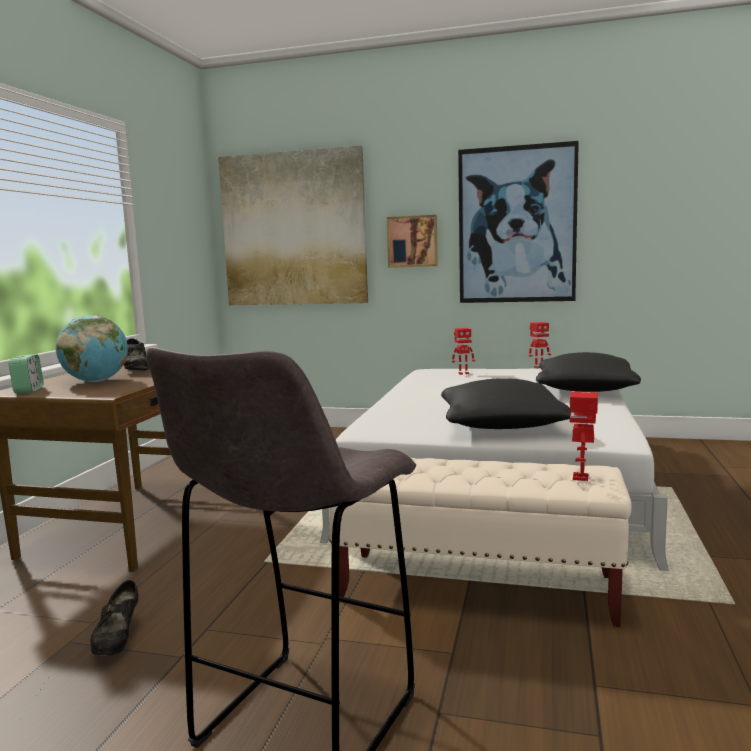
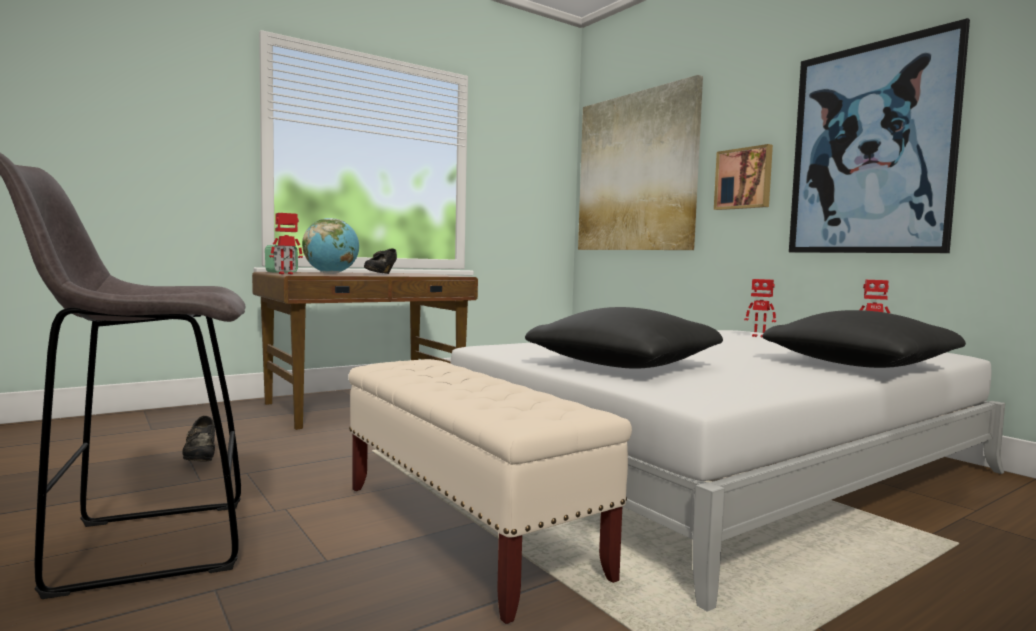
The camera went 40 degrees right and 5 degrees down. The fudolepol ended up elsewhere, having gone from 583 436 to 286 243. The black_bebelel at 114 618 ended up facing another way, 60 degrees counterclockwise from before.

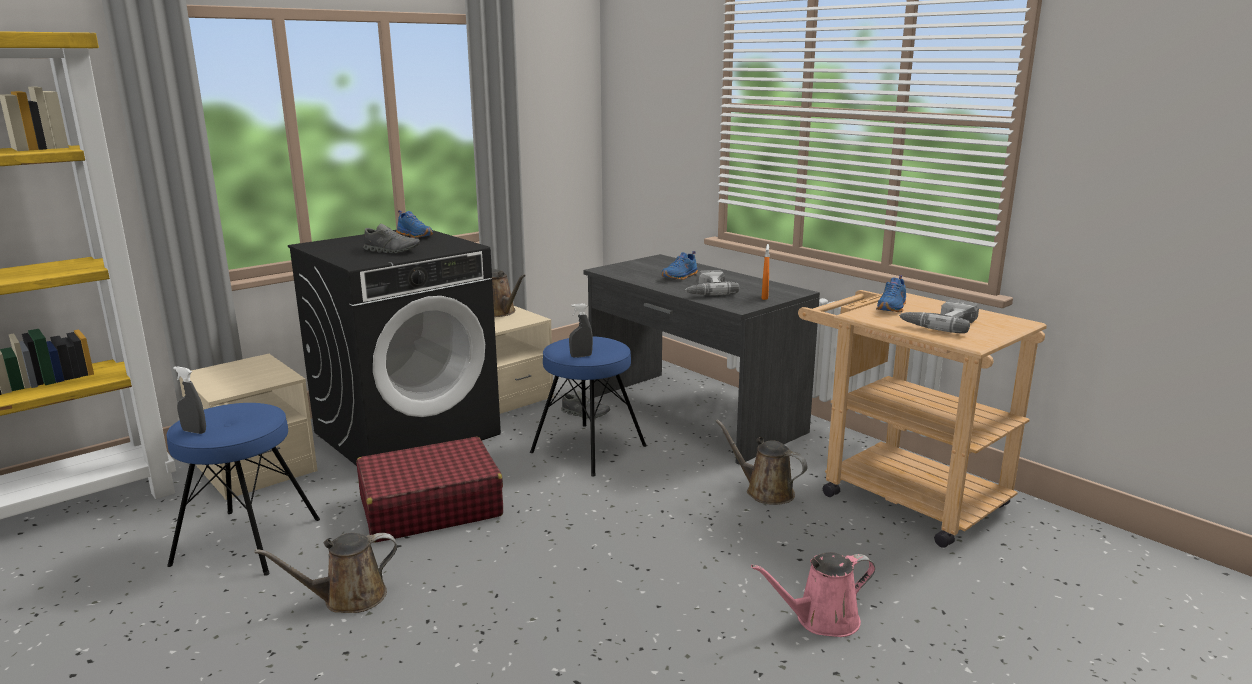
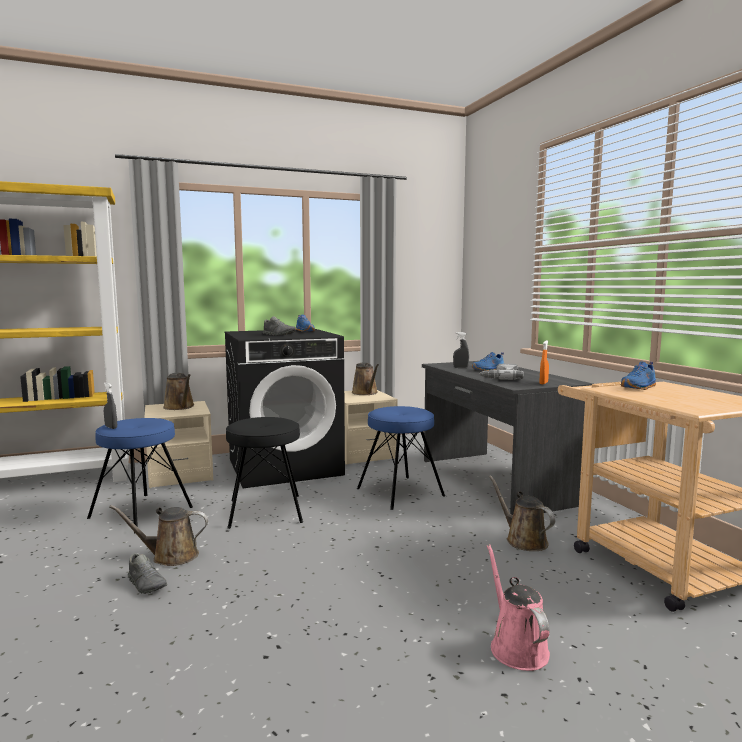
The camera went 20 degrees right and 10 degrees down. The second view lost the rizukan at 939 316. The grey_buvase ended up elsewhere, having gone from 581 330 to 461 350. The grey_bebelel ended up elsewhere, having gone from 585 404 to 147 573. Where the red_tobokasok stood at 429 490, the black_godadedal came to stand at 264 473. The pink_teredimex at 813 594 ended up facing another way, 75 degrees clockwise from before. The second view gained the brown_teredimex at 178 391.

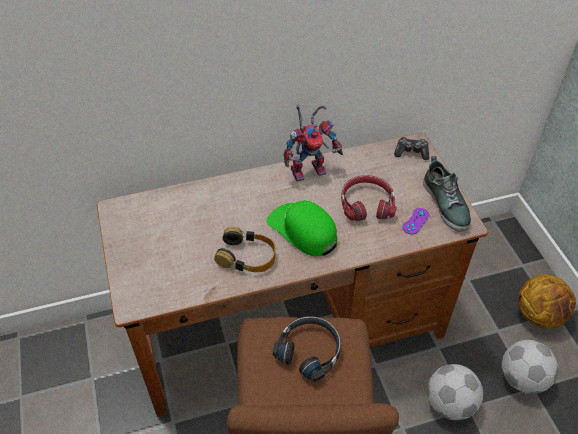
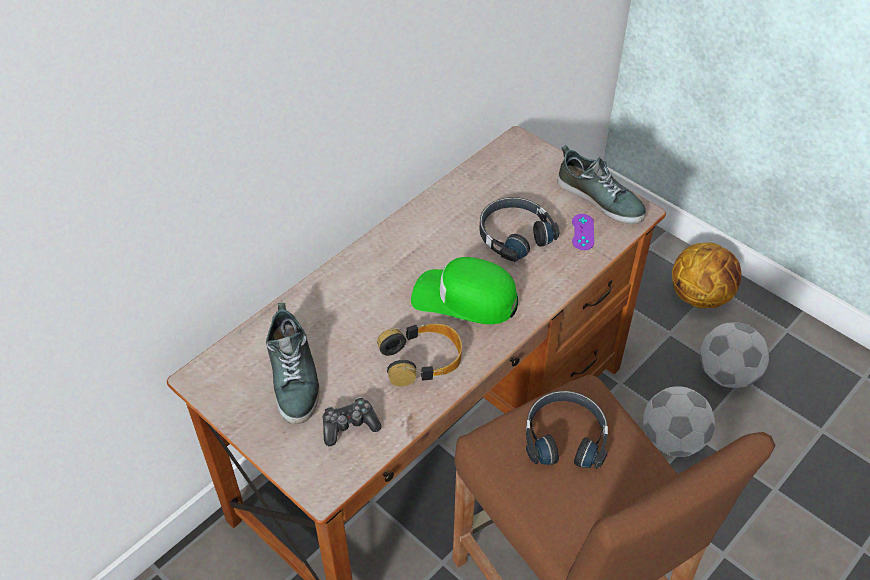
The camera went 30 degrees left and 0 degrees up. The second view lost the fudolepol at 313 143. The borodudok ended up elsewhere, having gone from 411 148 to 351 421. What was the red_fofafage at 369 198 turned into the black_fofafage at 519 229. The second view gained the bebelel at 293 363.

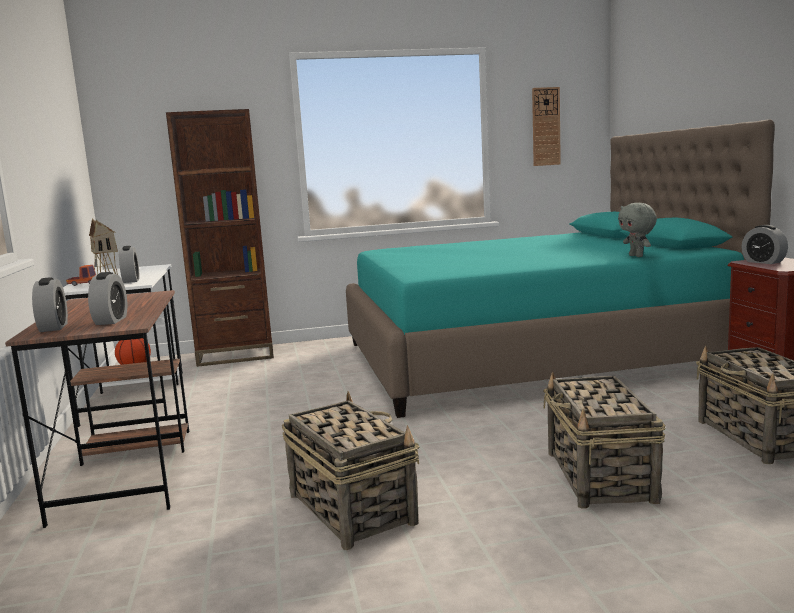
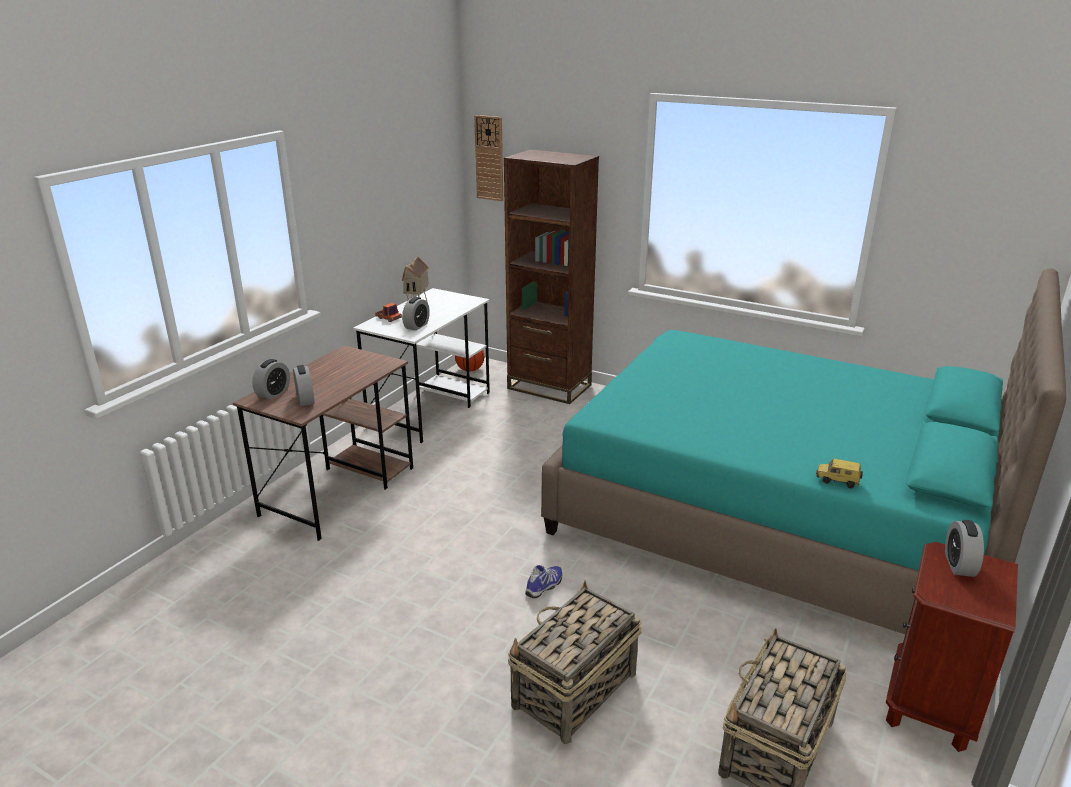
The camera went 40 degrees right and 15 degrees up. The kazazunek ended up elsewhere, having gone from 546 126 to 488 158. Where the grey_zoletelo stood at 637 230, the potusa came to stand at 839 473. The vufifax at 107 298 ended up facing another way, 60 degrees counterclockwise from before. The second view lost the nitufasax at 350 470. The second view gained the bebelel at 543 581.

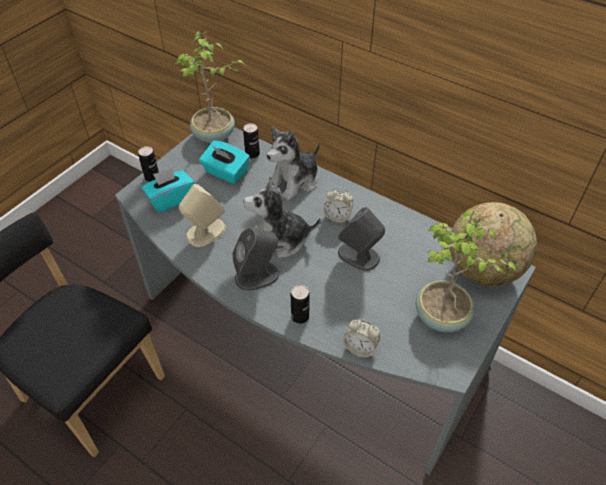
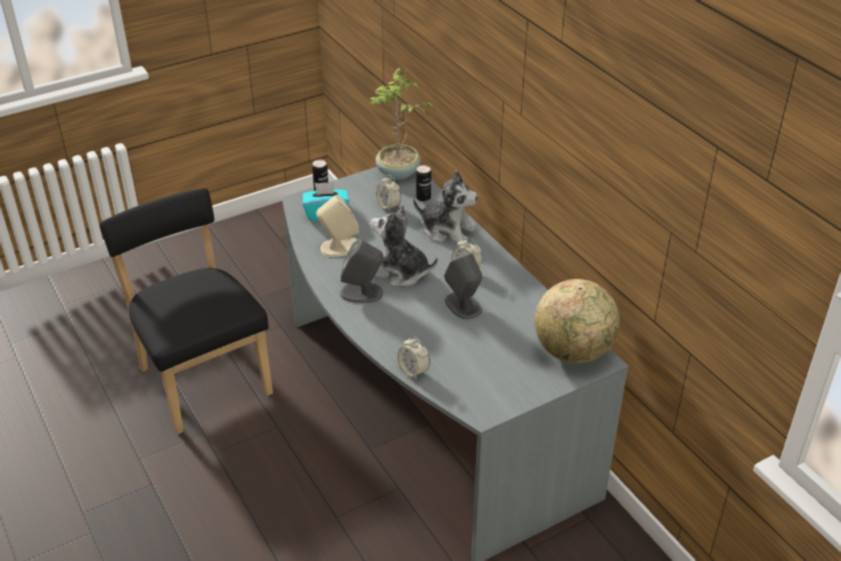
The camera went 25 degrees right and 10 degrees down. The zoletelo at 293 163 ended up facing another way, 135 degrees counterclockwise from before. Where the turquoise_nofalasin stood at 224 162, the vufifax came to stand at 388 193. The second view lost the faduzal at 466 271. The second view lost the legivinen at 300 304.

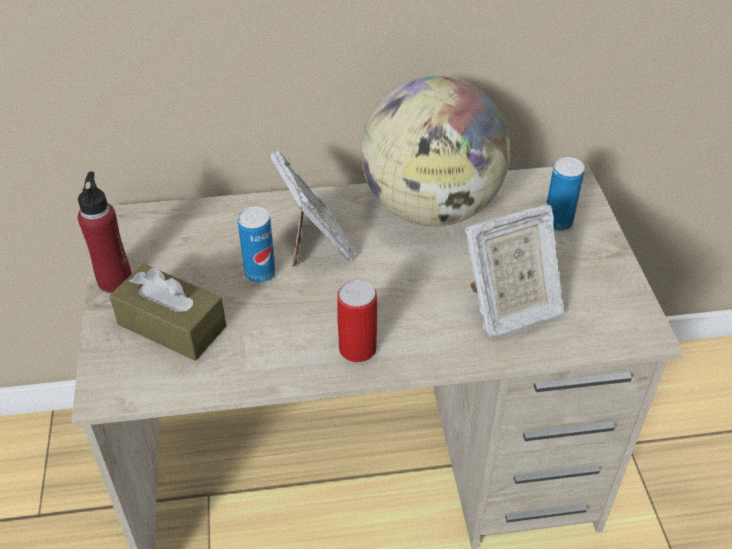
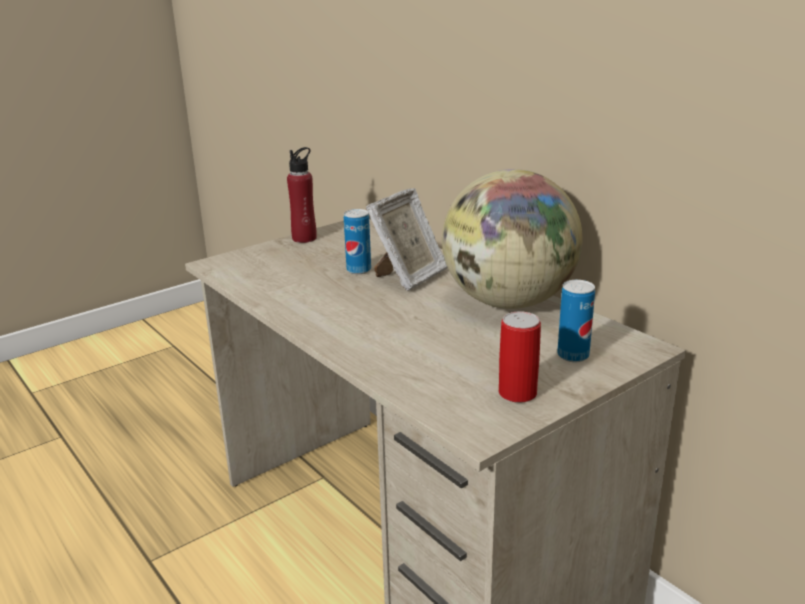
The camera went 60 degrees right and 20 degrees down. The second view lost the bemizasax at 515 270. The second view lost the brown_nofalasin at 167 312. The legivinen ended up elsewhere, having gone from 357 321 to 520 357.

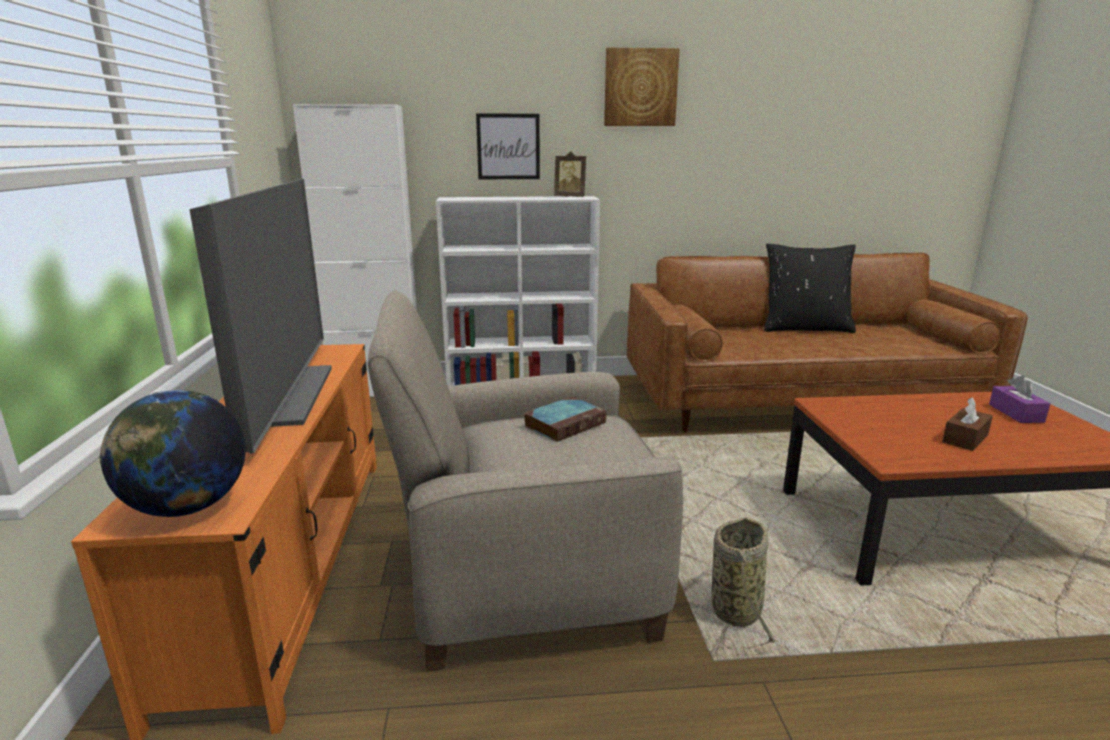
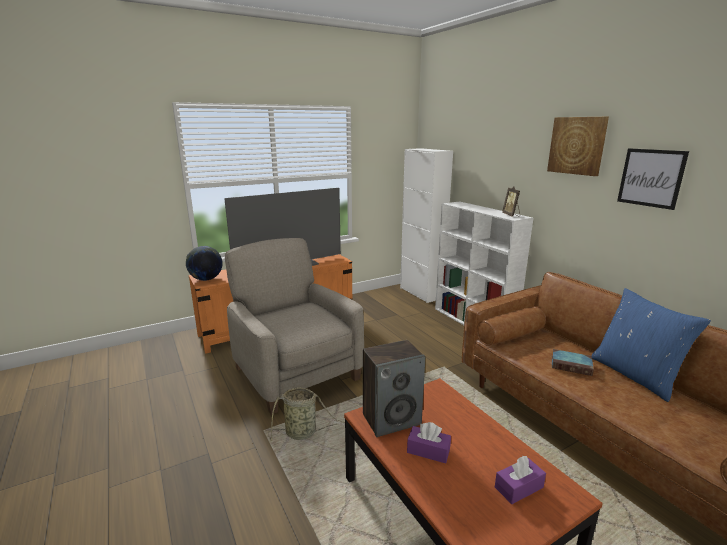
The camera went 65 degrees right and 0 degrees up. The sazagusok ended up elsewhere, having gone from 508 146 to 653 179. What was the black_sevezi at 810 288 turned into the blue_sevezi at 651 345. The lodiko ended up elsewhere, having gone from 565 419 to 573 362. What was the brown_nofalasin at 967 424 turned into the purple_nofalasin at 429 442. The second view gained the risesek at 394 388.

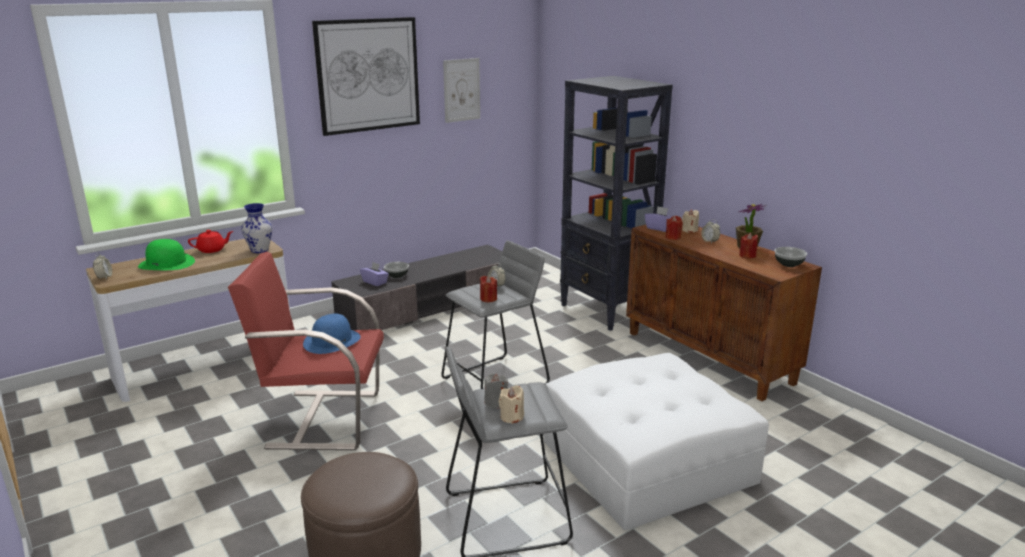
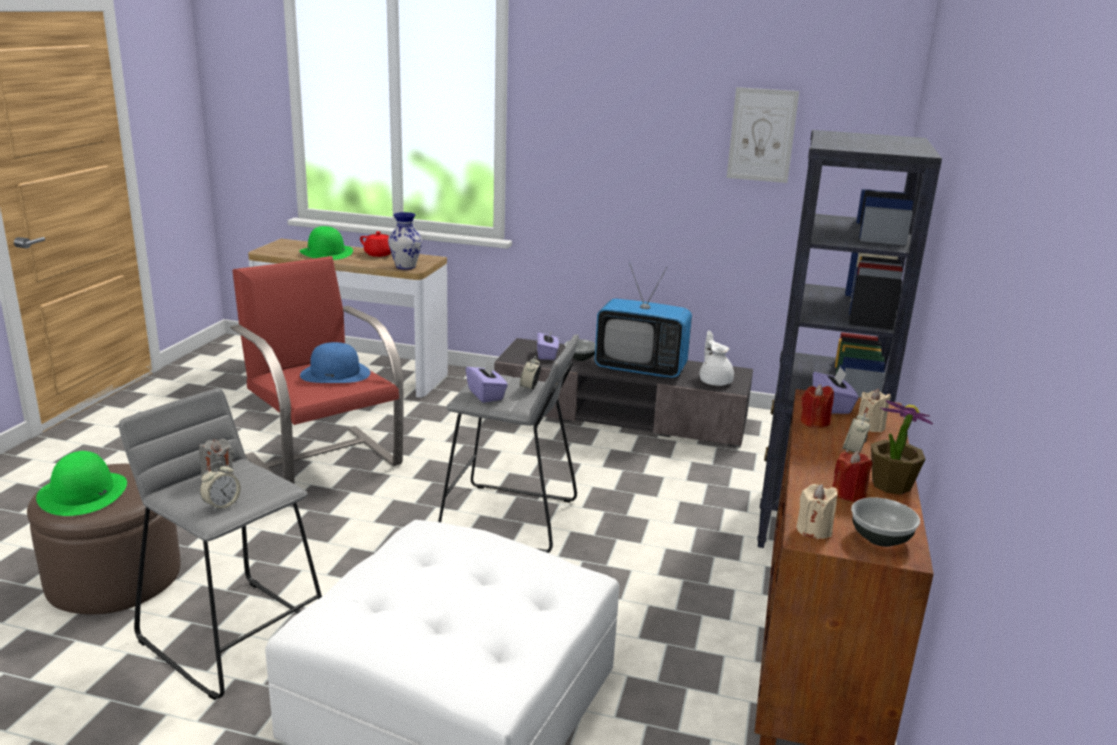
The camera went 50 degrees right and 0 degrees up. The second view lost the sazagusok at 366 76. The vufifax ended up elsewhere, having gone from 102 266 to 220 486. Where the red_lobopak stood at 488 289, the purple_nofalasin came to stand at 487 381. The beige_lobopak ended up elsewhere, having gone from 511 404 to 817 511. The second view gained the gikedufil at 643 320. The second view gained the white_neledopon at 717 358. The second view gained the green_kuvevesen at 81 483.

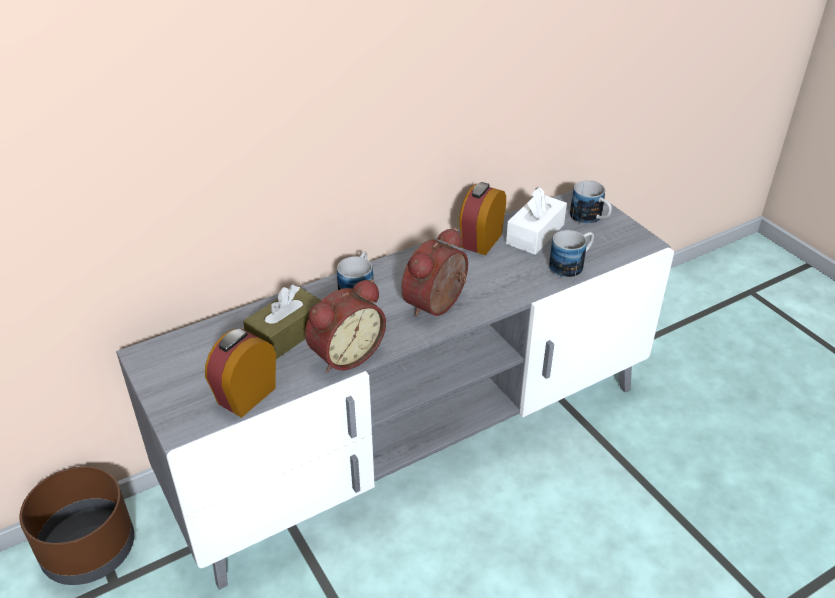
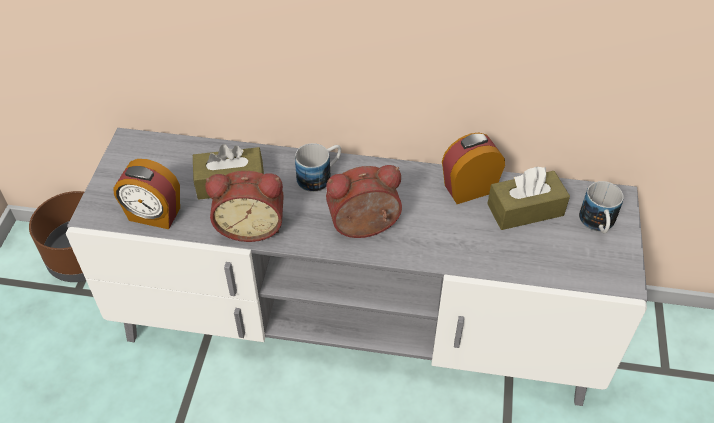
The camera went 40 degrees right and 10 degrees up. What was the white_nofalasin at 536 221 turned into the brown_nofalasin at 528 198. The second view lost the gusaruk at 571 254. The vufifax at 240 373 ended up facing another way, 150 degrees counterclockwise from before.

